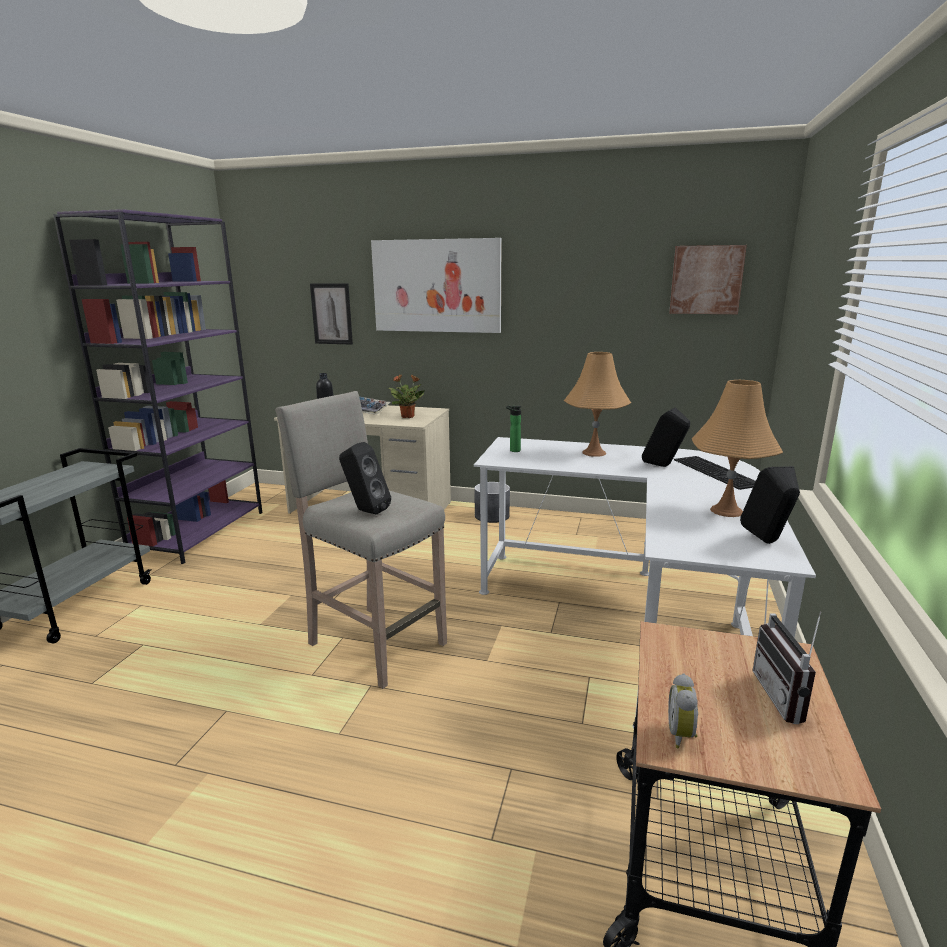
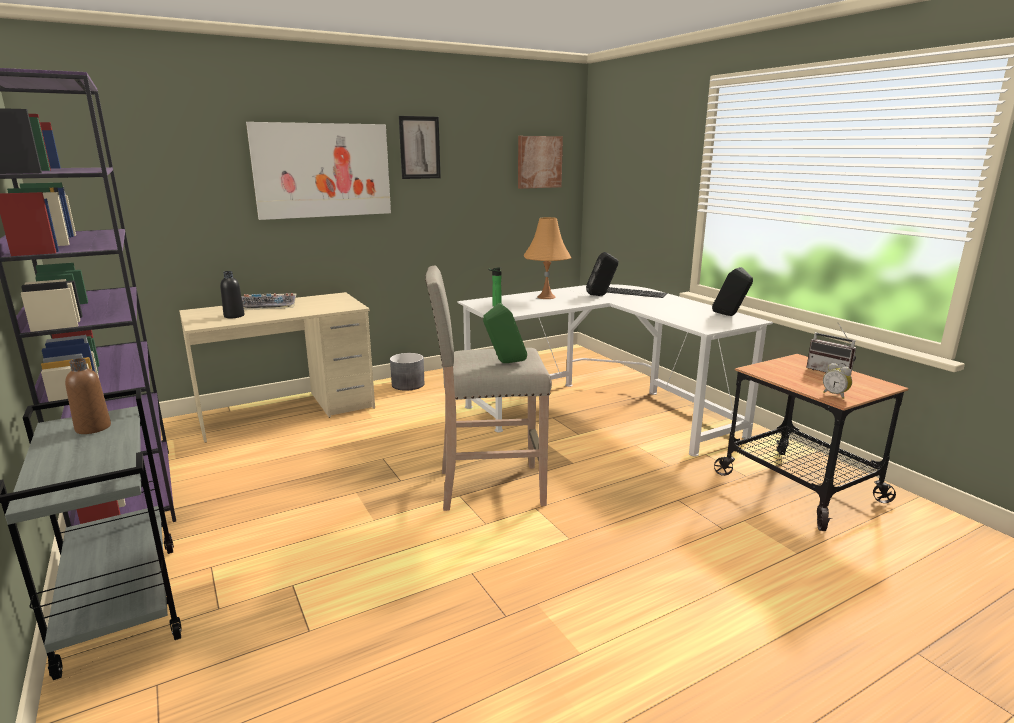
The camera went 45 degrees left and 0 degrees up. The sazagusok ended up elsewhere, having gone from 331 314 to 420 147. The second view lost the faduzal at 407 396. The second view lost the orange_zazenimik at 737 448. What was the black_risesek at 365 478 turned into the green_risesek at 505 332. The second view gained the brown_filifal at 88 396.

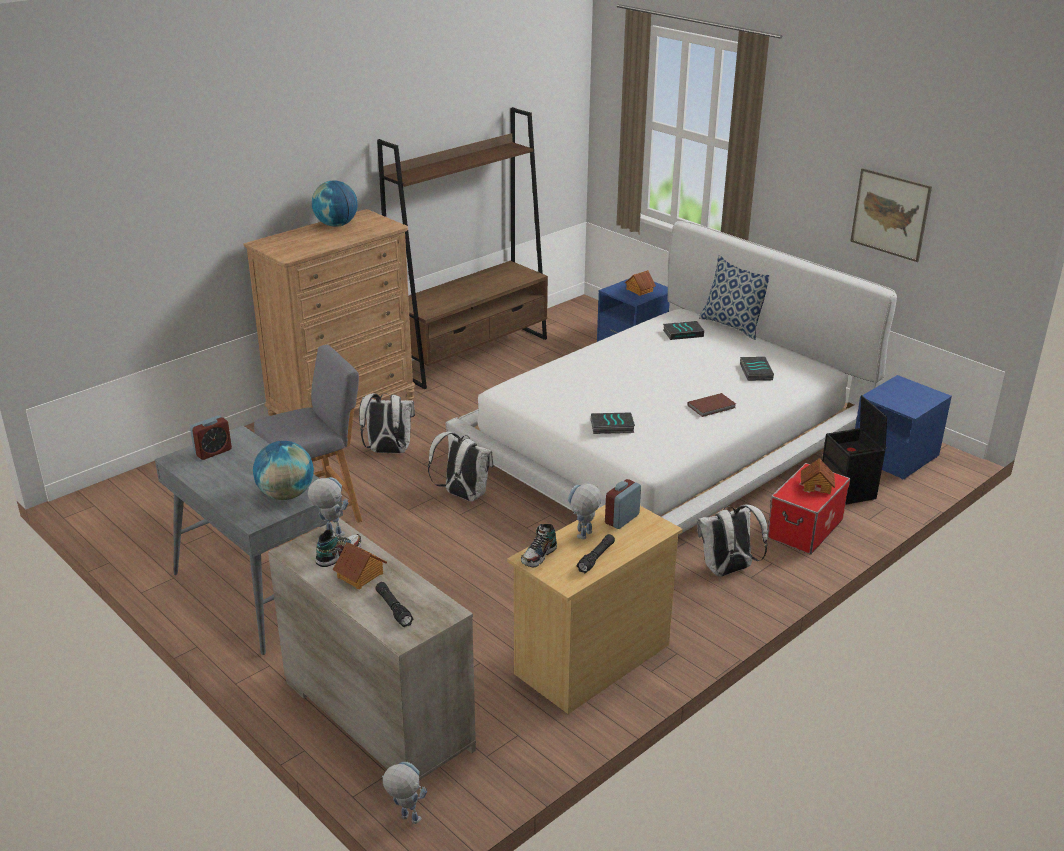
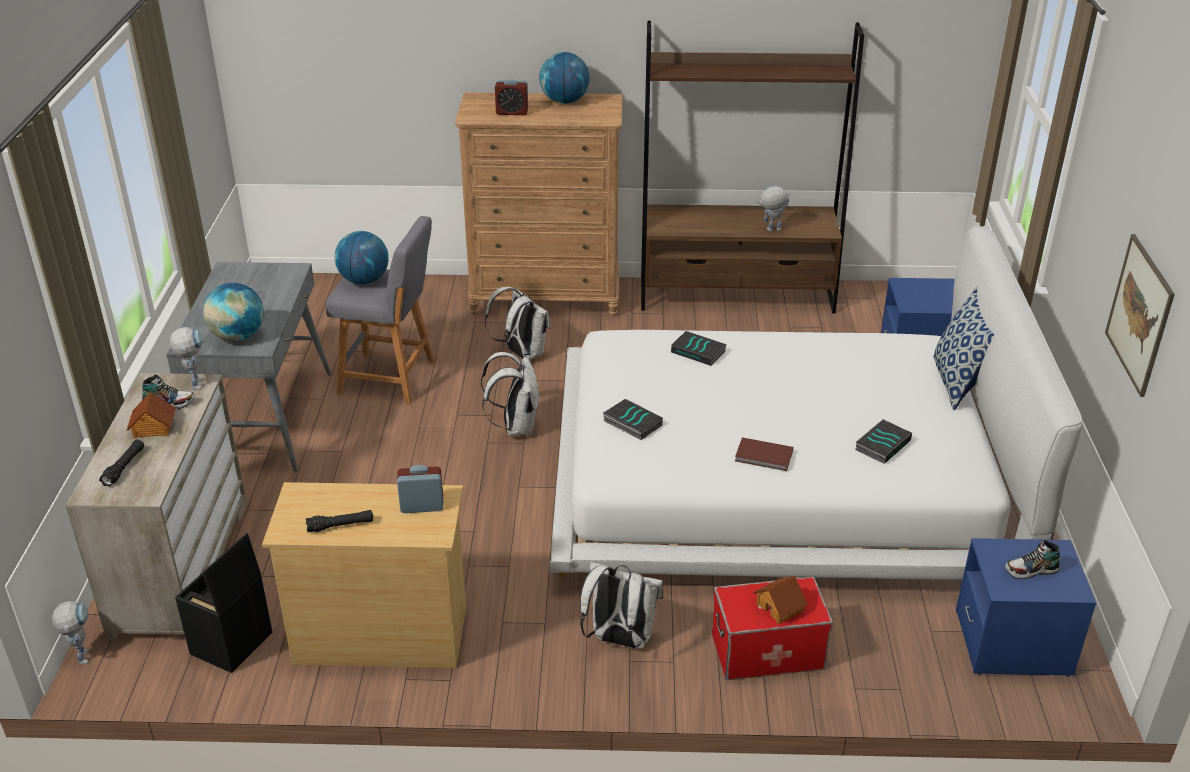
The camera went 45 degrees right and 5 degrees up. The second view lost the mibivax at 640 283. The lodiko ended up elsewhere, having gone from 683 330 to 699 348. The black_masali ended up elsewhere, having gone from 854 450 to 223 603. The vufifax ended up elsewhere, having gone from 211 437 to 511 97. The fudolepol ended up elsewhere, having gone from 584 511 to 773 209. The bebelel ended up elsewhere, having gone from 539 545 to 1032 559. The second view gained the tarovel at 361 257.

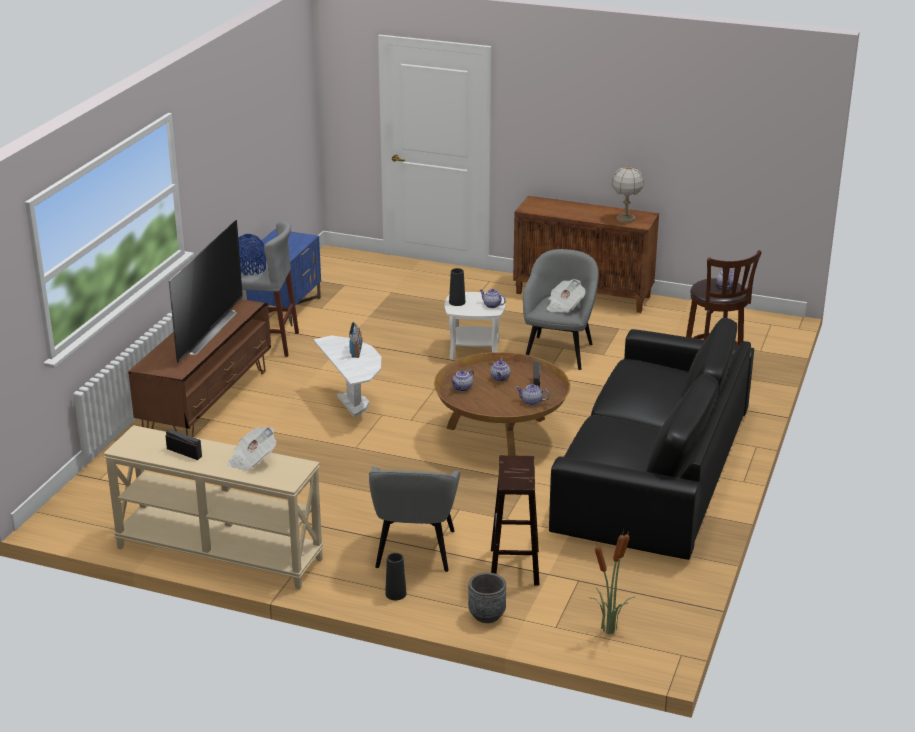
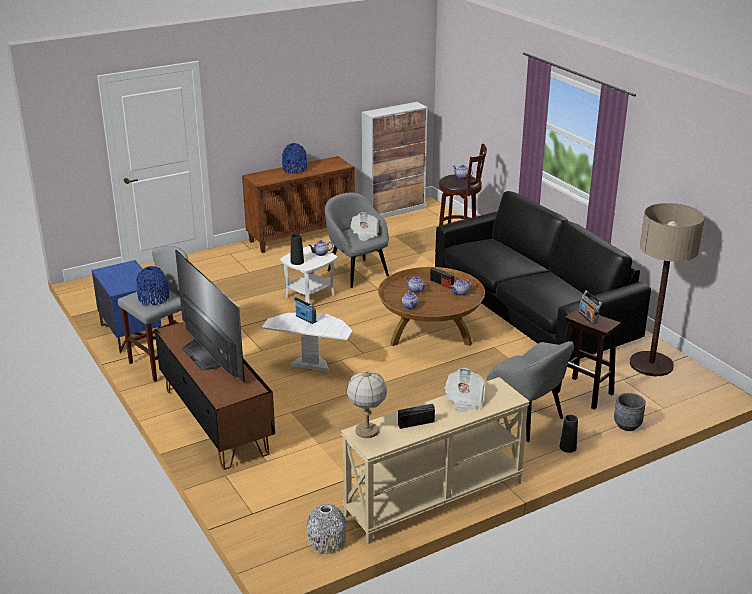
The camera went 50 degrees left and 0 degrees up. The zazenimik ended up elsewhere, having gone from 628 194 to 366 404. The second view lost the faduzal at 612 582. The second view gained the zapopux at 395 160. The second view gained the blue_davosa at 294 158. The second view gained the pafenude at 667 289. The second view gained the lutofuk at 590 307. The second view gained the grey_davosa at 326 529.

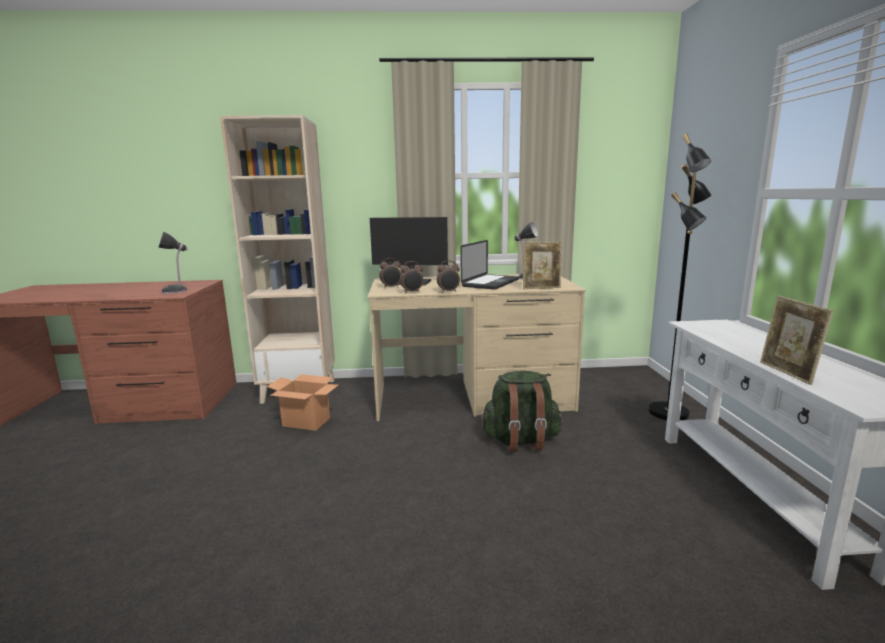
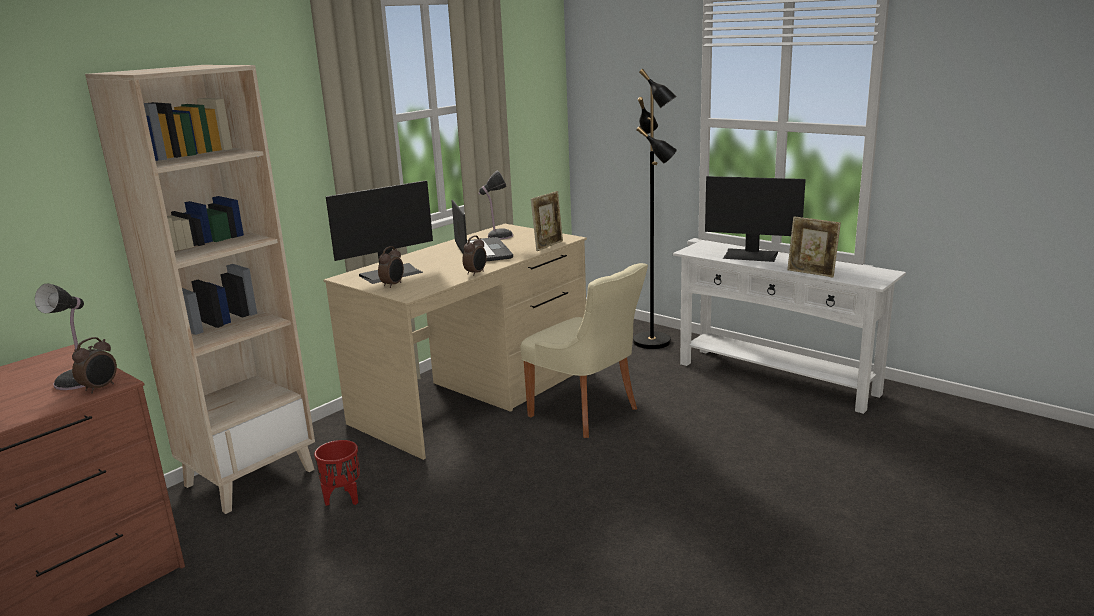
The camera went 45 degrees left and 5 degrees up. The vufifax ended up elsewhere, having gone from 411 277 to 94 365. Where the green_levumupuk stood at 520 411, the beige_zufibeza came to stand at 584 350. Where the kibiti stood at 302 402, the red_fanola came to stand at 337 473. The second view gained the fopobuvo at 755 219.

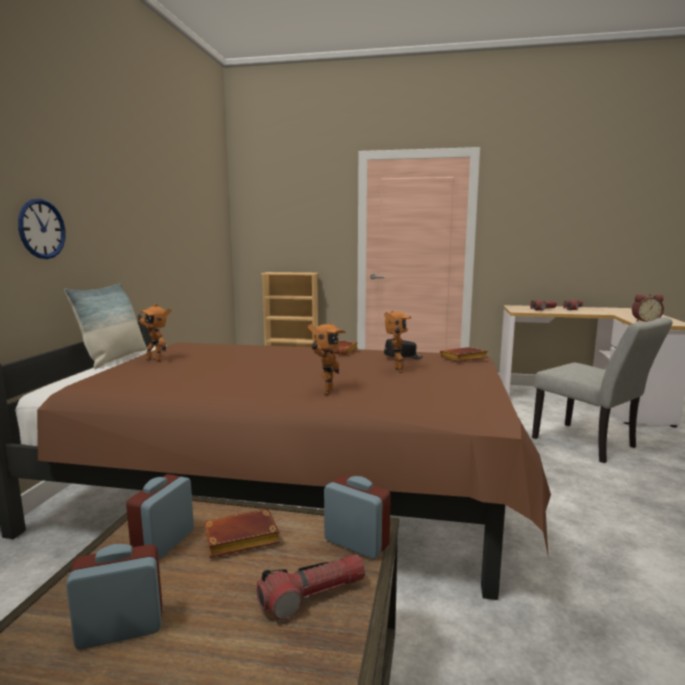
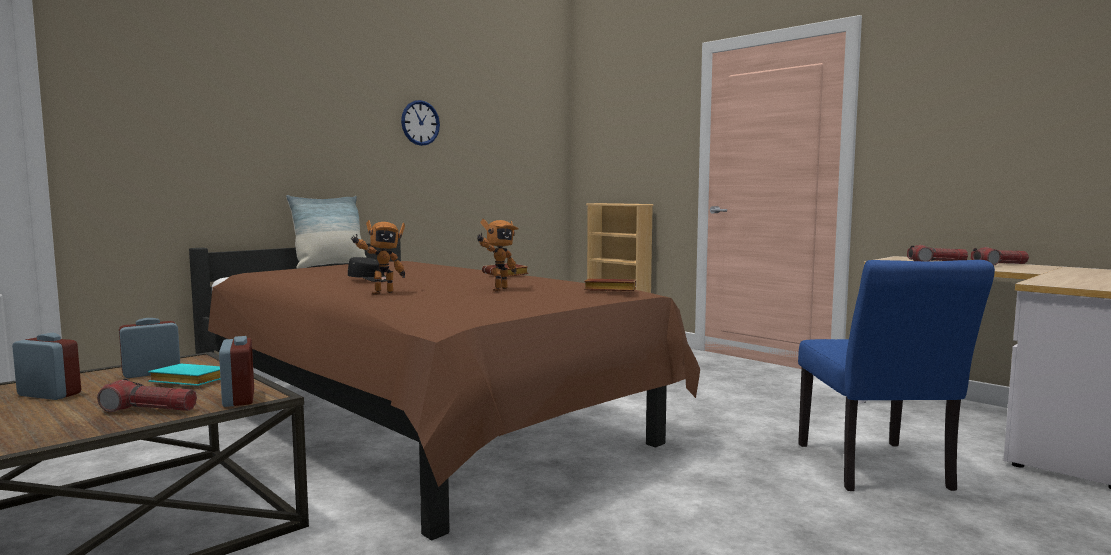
The camera went 35 degrees right and 5 degrees down. The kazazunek ended up elsewhere, having gone from 41 229 to 420 123. The second view lost the vufifax at 648 308. The second view lost the fudolepol at 154 332. What was the grey_zufibeza at 602 390 turned into the blue_zufibeza at 896 375. The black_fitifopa ended up elsewhere, having gone from 403 349 to 367 269. What was the brown_lodiko at 242 533 turned into the turquoise_lodiko at 184 375.

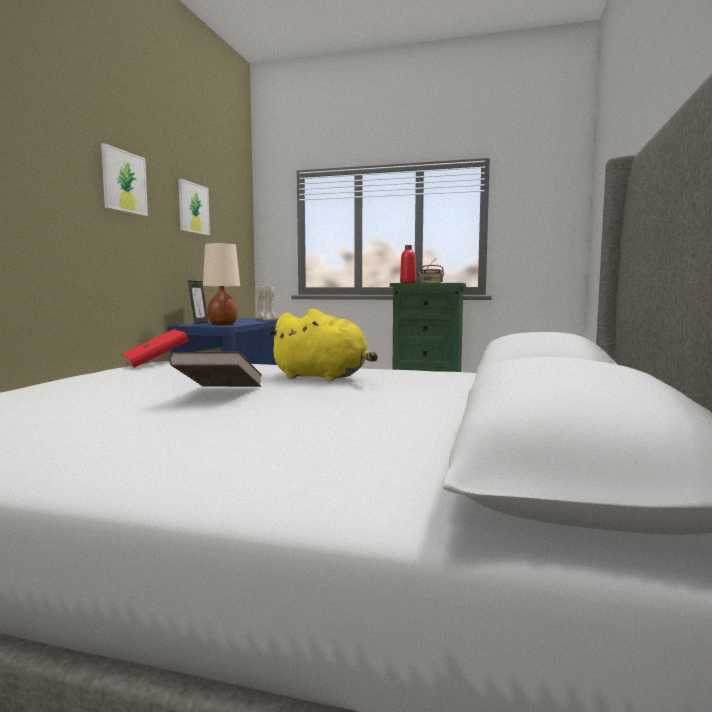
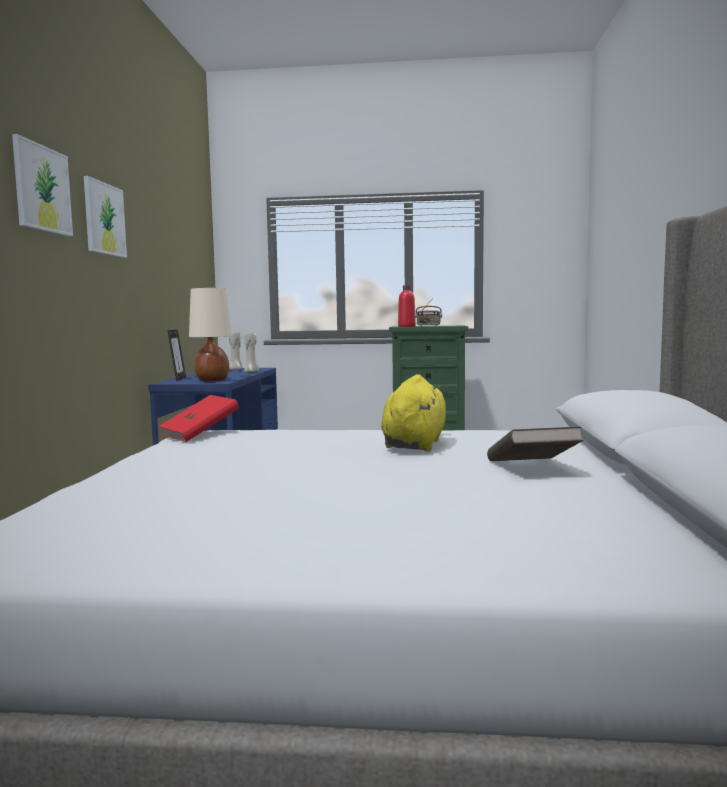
The camera went 10 degrees left and 0 degrees up. The sazagusok ended up elsewhere, having gone from 194 207 to 42 185. The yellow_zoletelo at 322 345 ended up facing another way, 90 degrees counterclockwise from before. The brown_lodiko ended up elsewhere, having gone from 215 369 to 535 444.

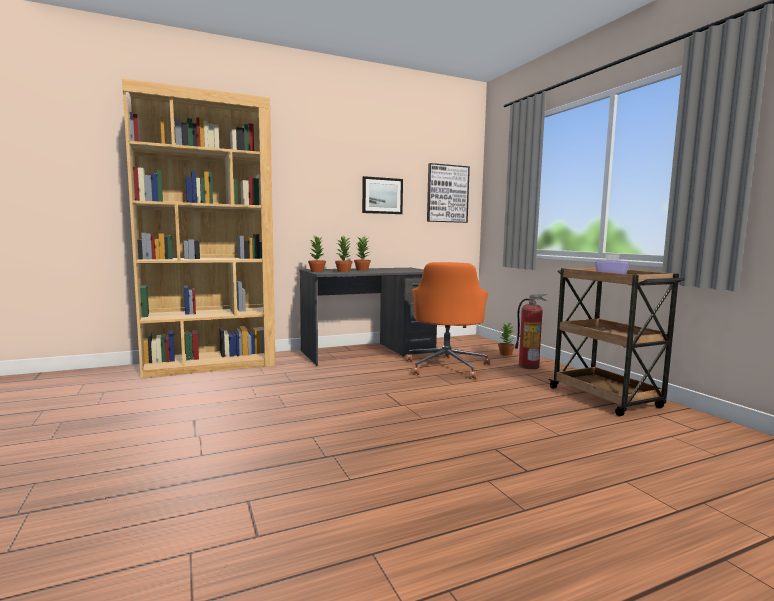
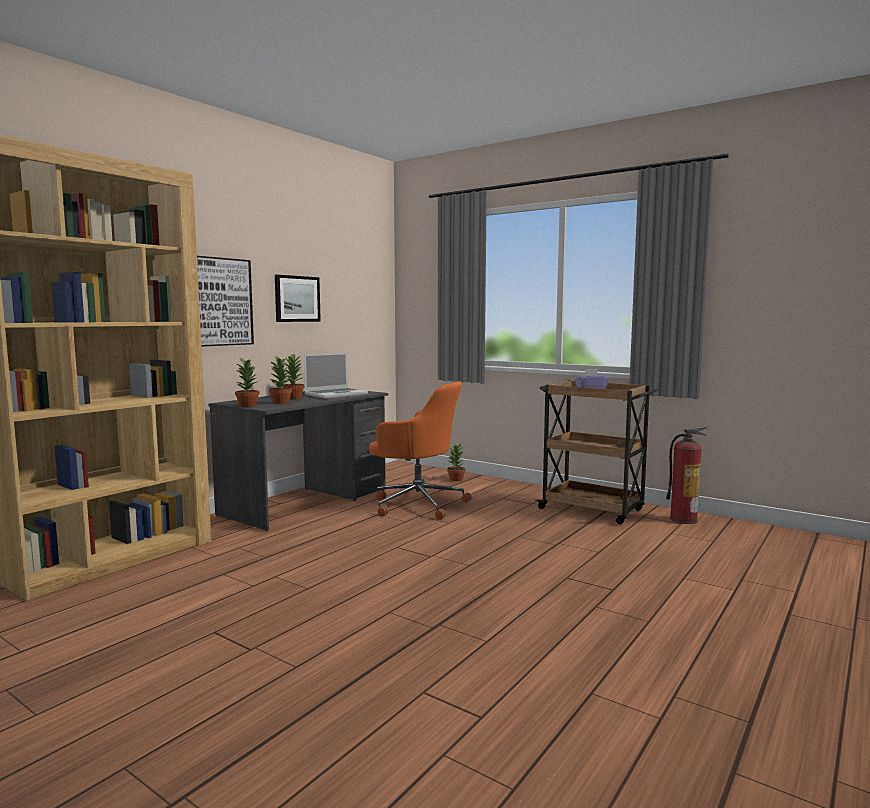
The camera went 30 degrees left and 0 degrees up. The sazagusok ended up elsewhere, having gone from 448 193 to 225 301. The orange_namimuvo at 448 320 ended up facing another way, 45 degrees counterclockwise from before. The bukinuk ended up elsewhere, having gone from 531 331 to 686 475. The second view gained the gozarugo at 336 376.

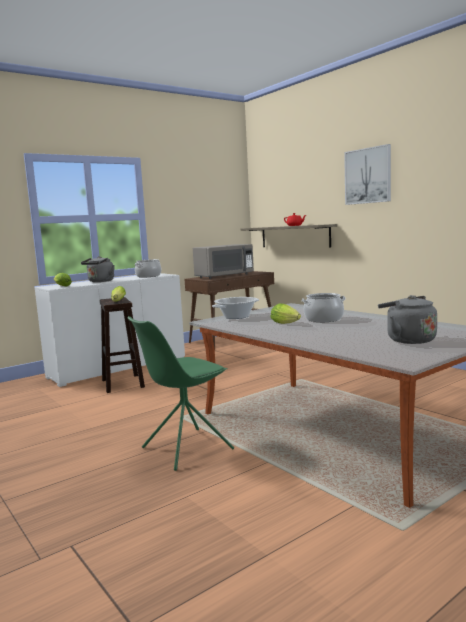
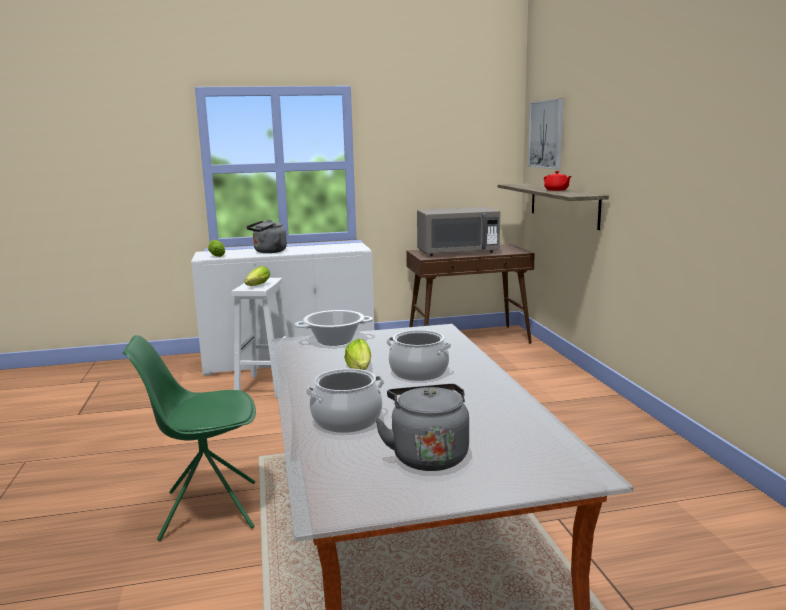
The camera went 25 degrees right and 5 degrees up. The sazagusok ended up elsewhere, having gone from 367 174 to 545 134. The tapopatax ended up elsewhere, having gone from 148 268 to 344 400. What was the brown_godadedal at 122 345 turned into the white_godadedal at 260 338.

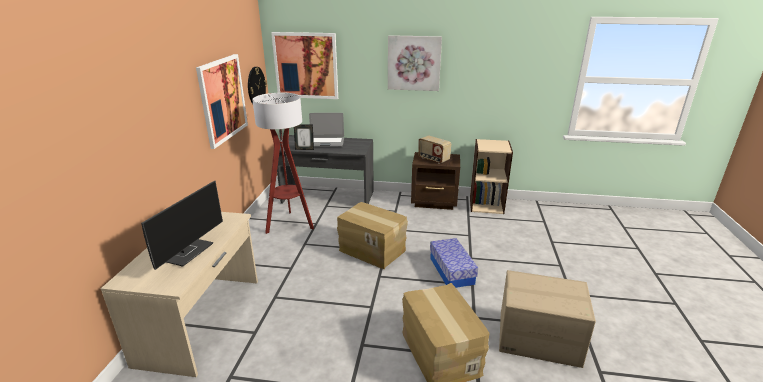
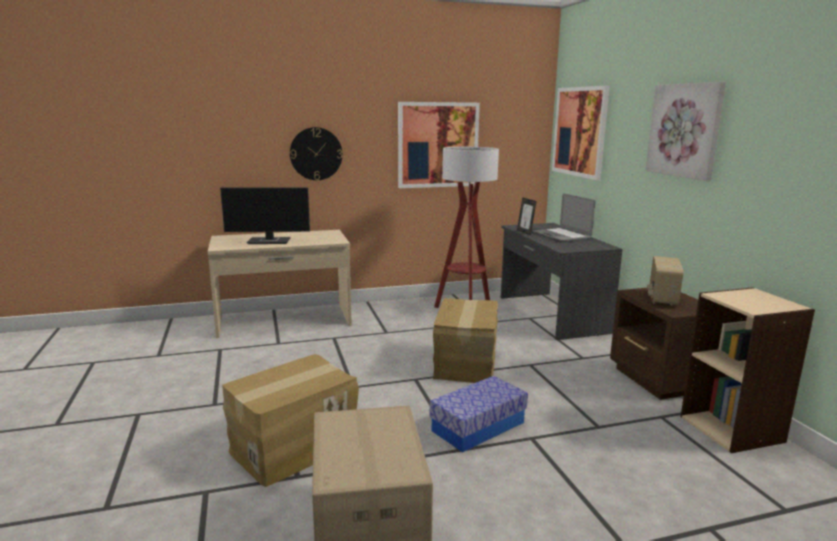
The camera went 65 degrees right and 10 degrees down. The kazazunek ended up elsewhere, having gone from 257 85 to 316 153.

